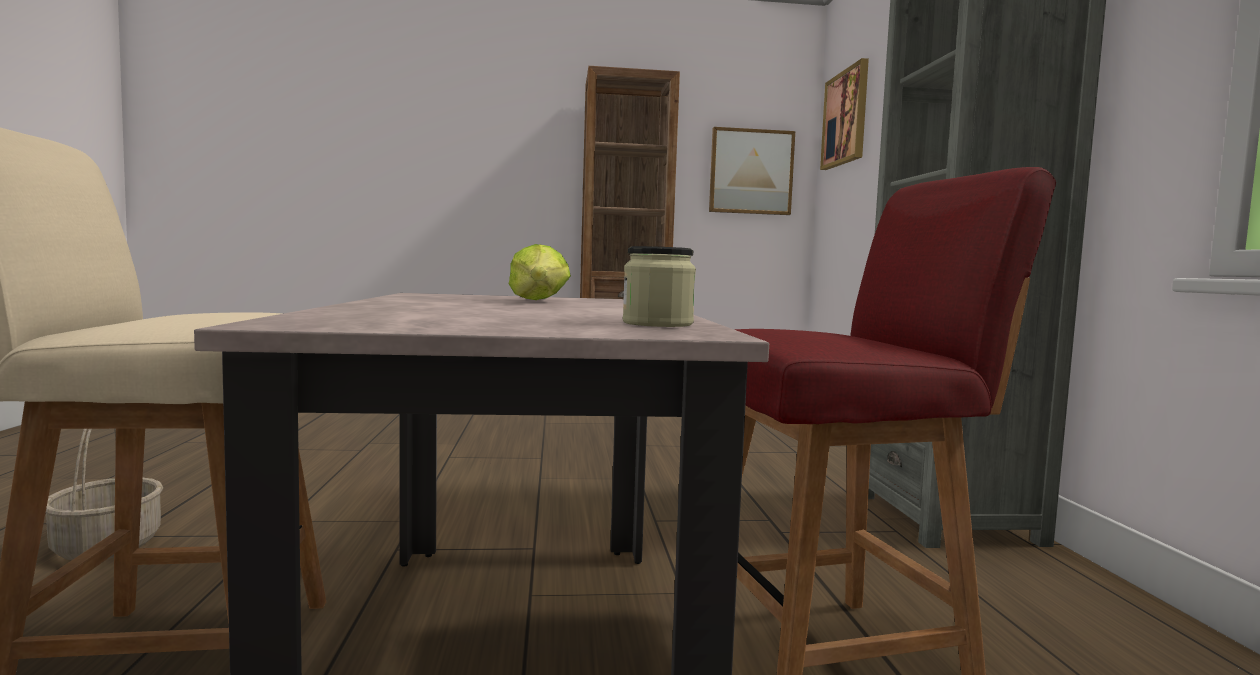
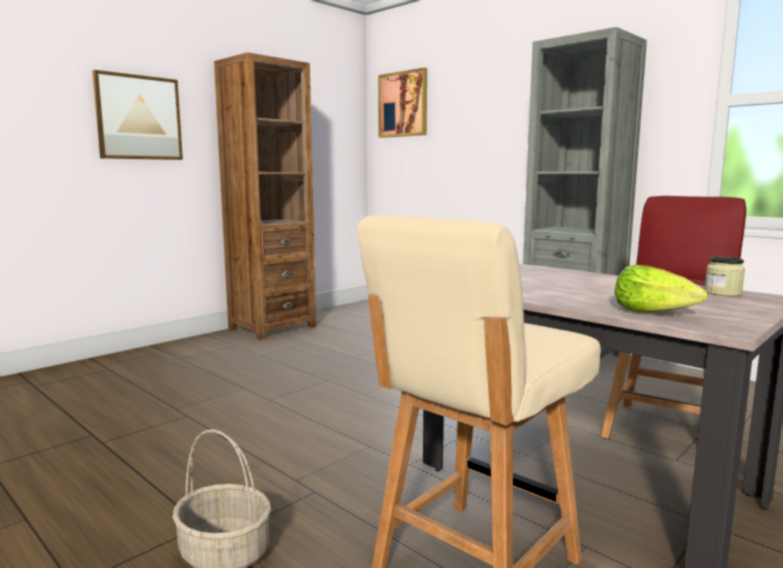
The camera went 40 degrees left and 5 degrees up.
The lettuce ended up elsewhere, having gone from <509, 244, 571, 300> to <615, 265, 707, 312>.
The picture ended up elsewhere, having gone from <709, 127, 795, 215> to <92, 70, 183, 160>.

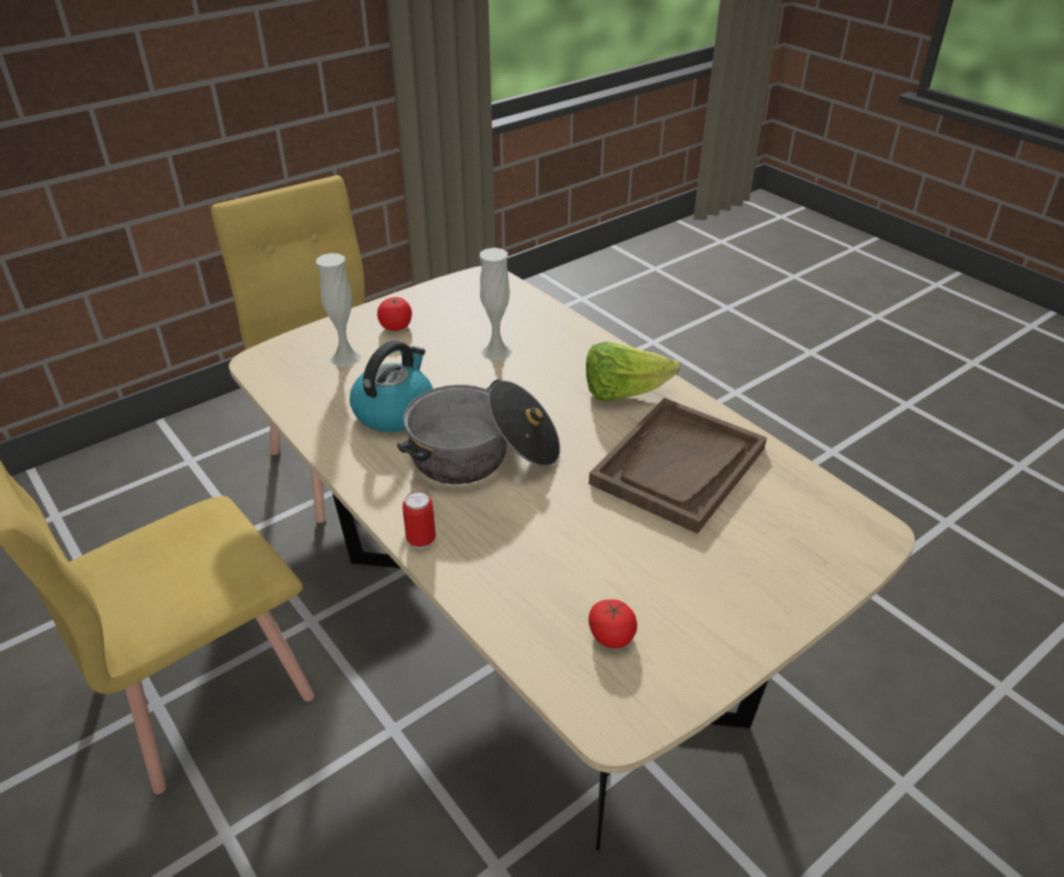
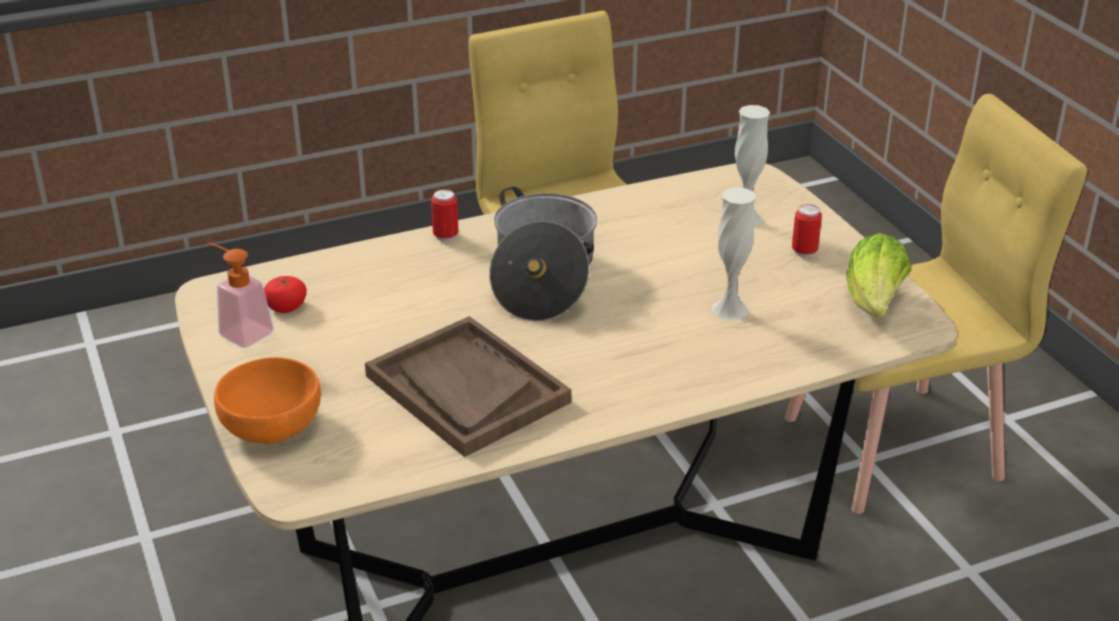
The camera went 105 degrees right and 5 degrees down.
The second view lost the kettle at <350, 340, 433, 432>.
Where the tomato stood at <377, 297, 412, 331>, the can came to stand at <792, 204, 822, 258>.
The lettuce ended up elsewhere, having gone from <586, 342, 680, 401> to <846, 233, 911, 317>.
The second view gained the soap dispenser at <208, 243, 274, 348>.
The second view gained the bowl (orange) at <214, 357, 321, 444>.

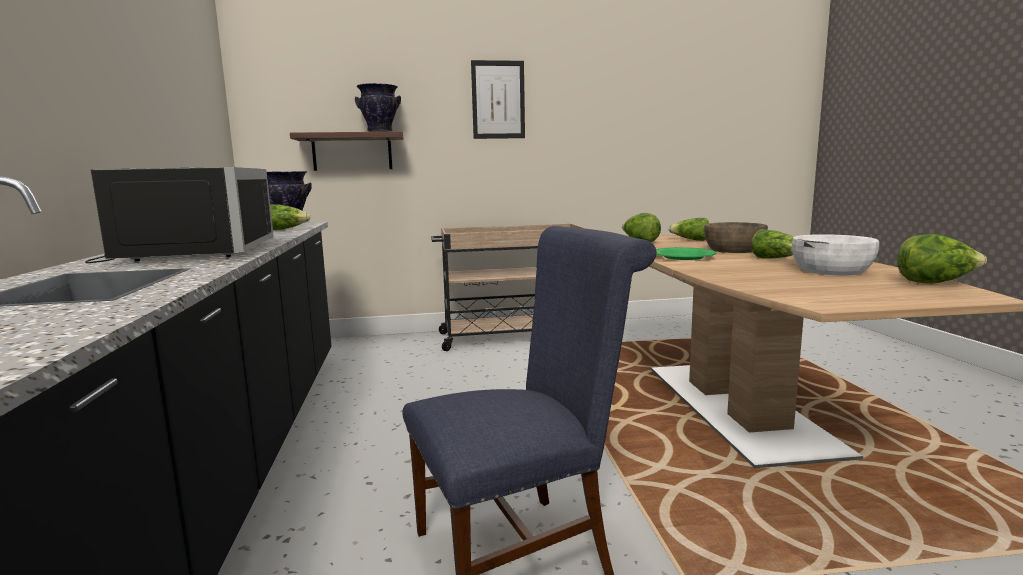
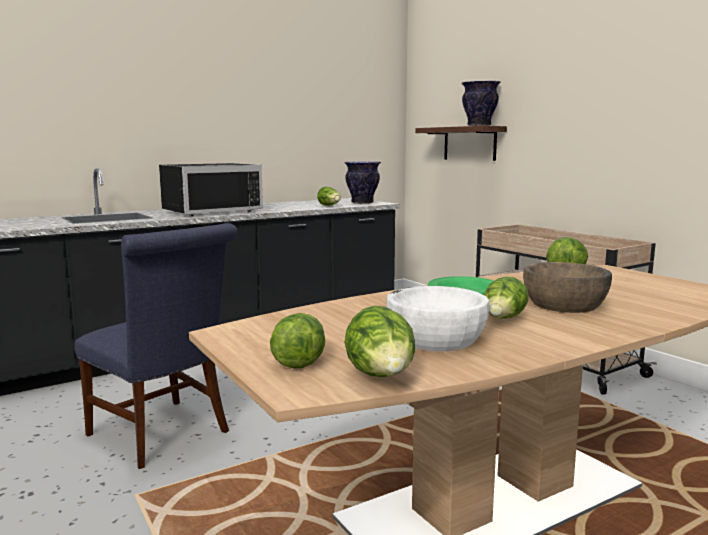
The camera went 65 degrees right and 0 degrees up.
The second view lost the picture at <471, 60, 525, 139>.
The lettuce ended up elsewhere, having gone from <669, 218, 709, 241> to <270, 313, 325, 368>.

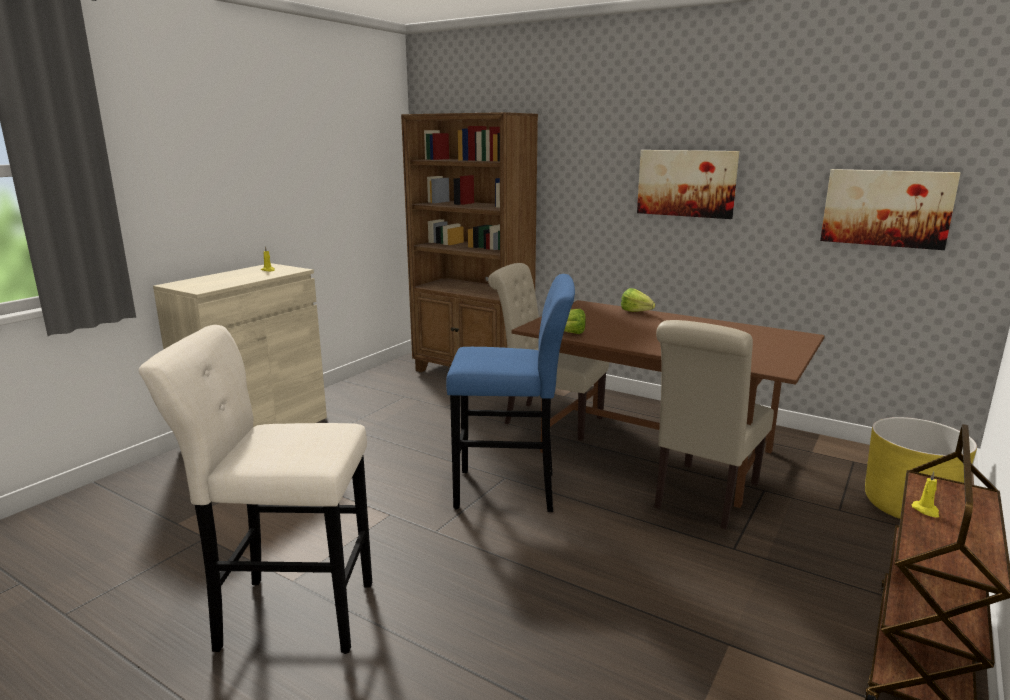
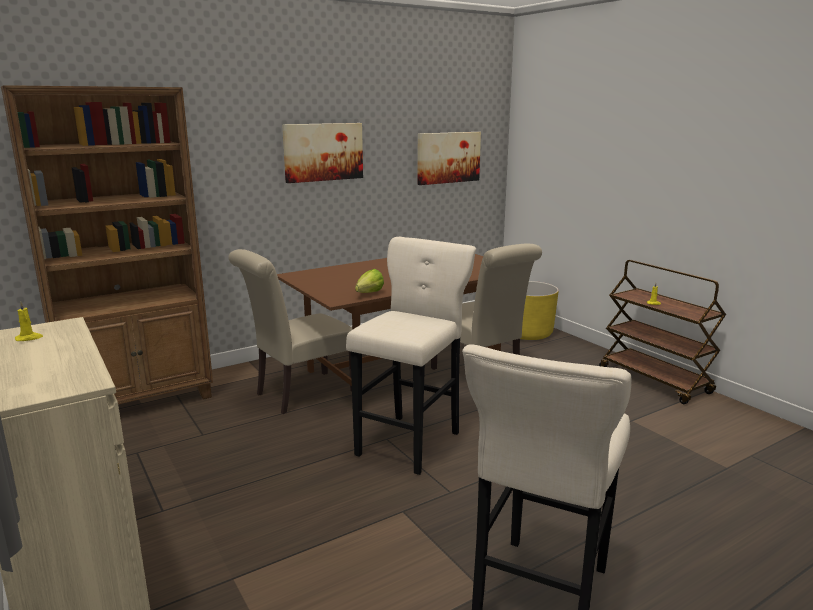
The camera went 65 degrees left and 0 degrees up.
What was the stool (blue) at <446, 274, 575, 512> turned into the stool (beige) at <346, 237, 476, 475>.
The second view lost the lettuce at <621, 288, 655, 312>.

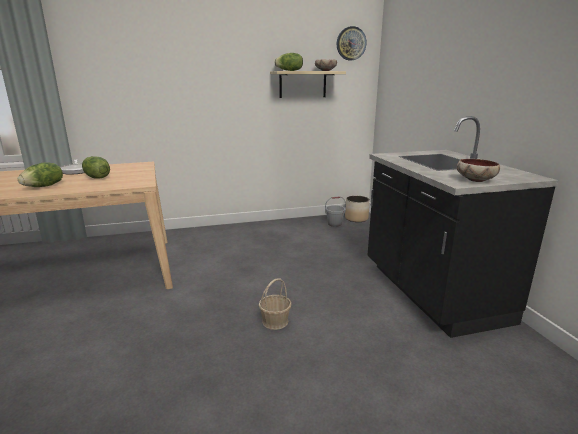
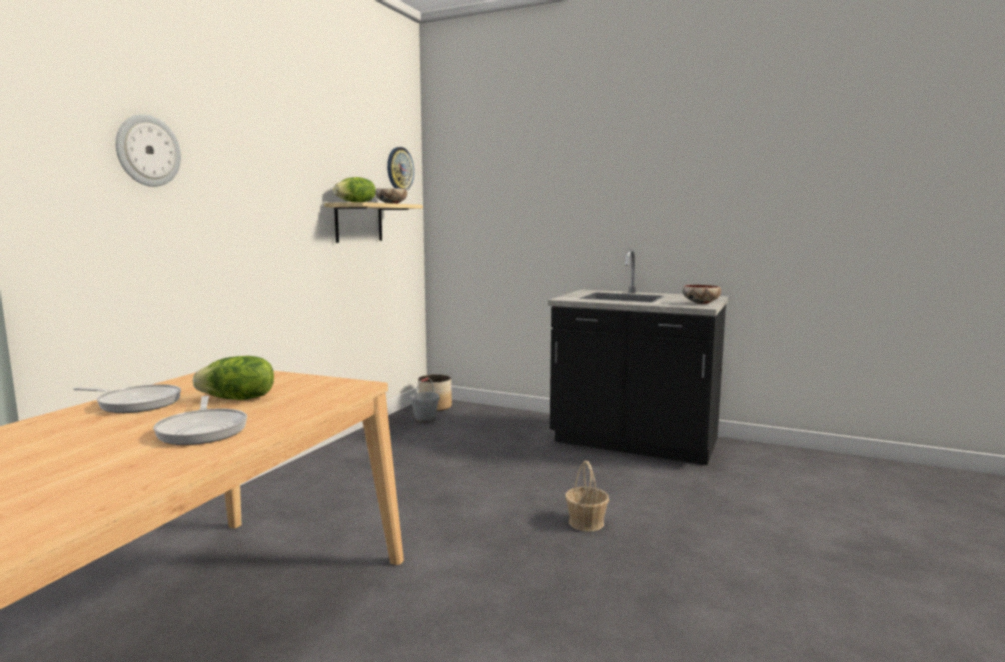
The camera went 50 degrees left and 10 degrees down.
Where the lettuce stood at <18, 162, 63, 187>, the frying pan came to stand at <153, 396, 247, 445>.
The second view gained the wall clock at <116, 114, 181, 187>.

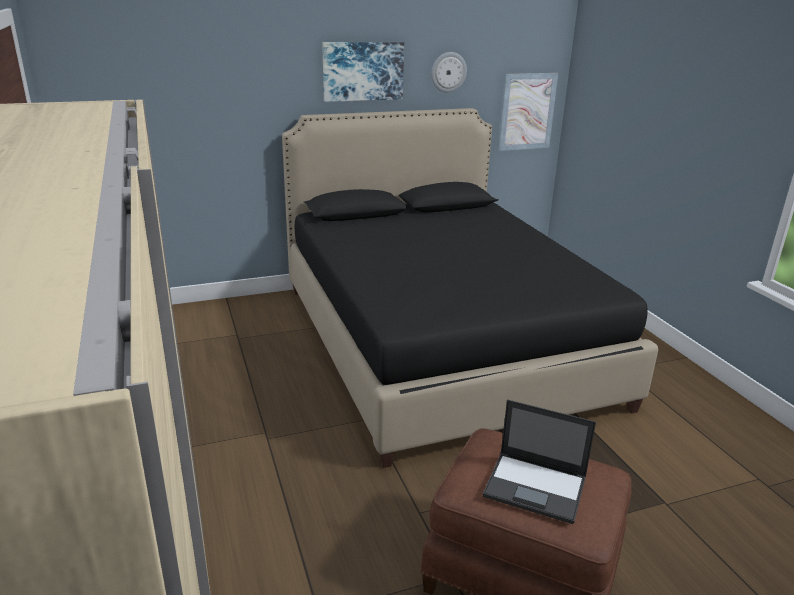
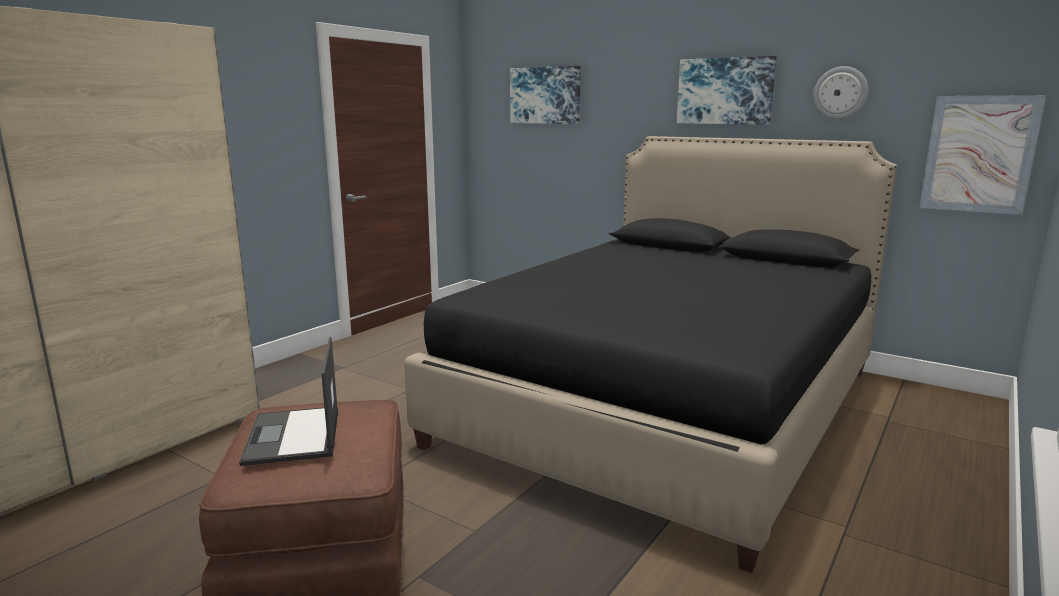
The camera went 55 degrees right and 10 degrees down.
The second view gained the picture at <510, 66, 581, 124>.

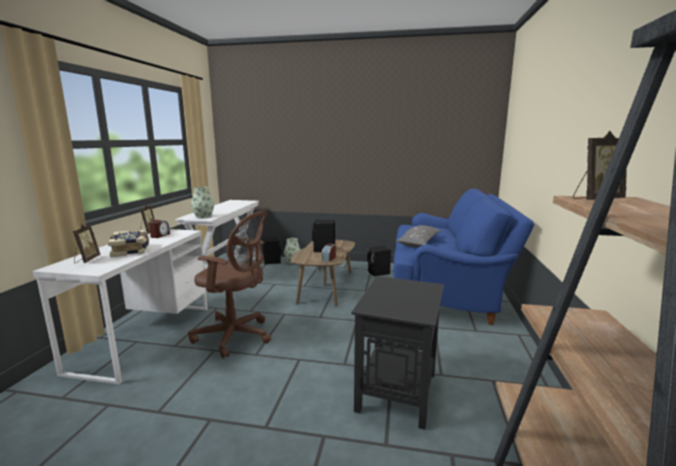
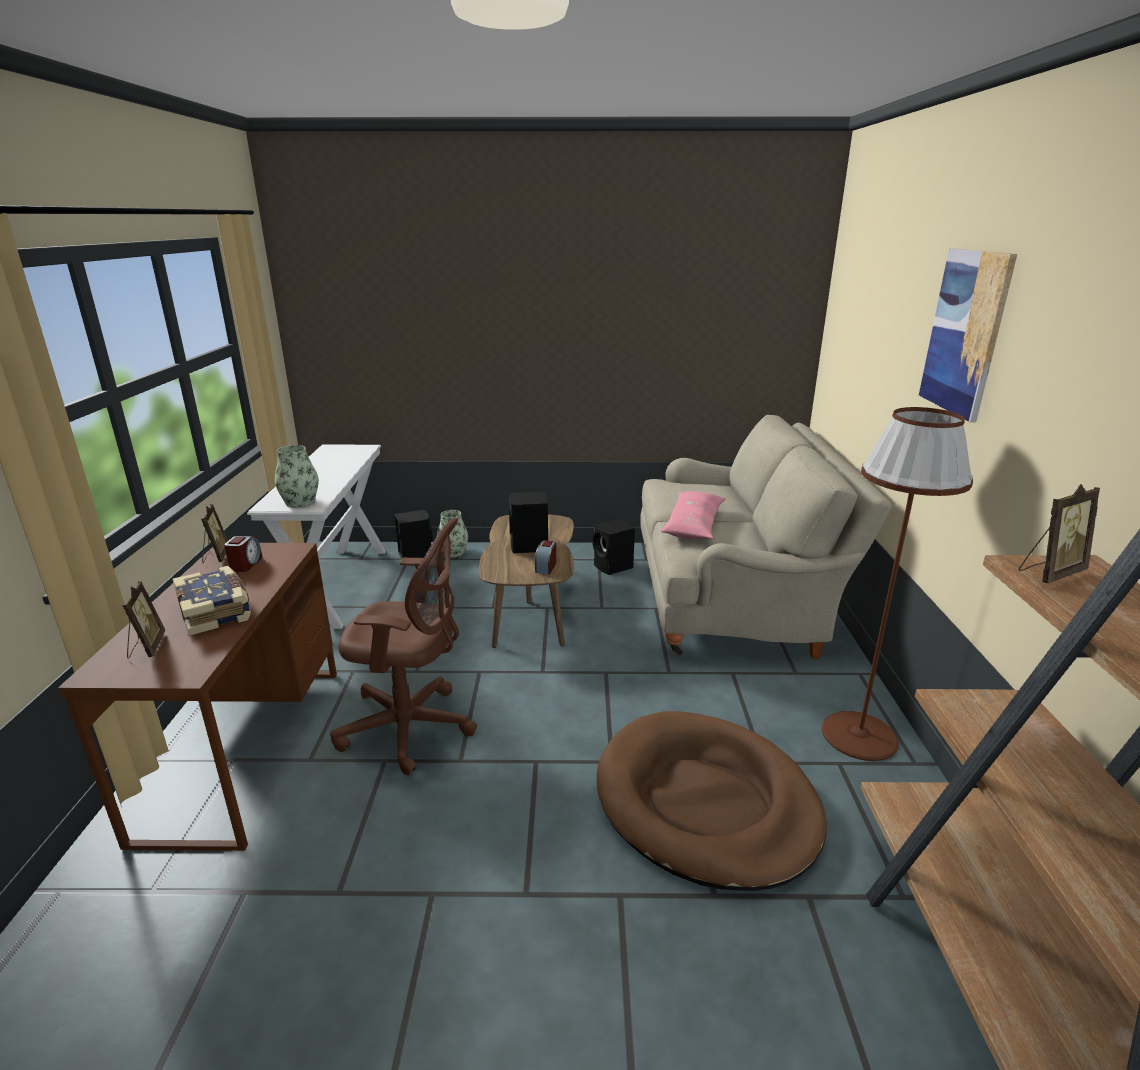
The camera went 10 degrees left and 10 degrees up.
What was the desk (white) at <33, 229, 208, 384> turned into the desk (brown) at <58, 543, 337, 851>.
Where the side table (black) stood at <351, 276, 444, 430>, the dog bed (brown) came to stand at <597, 711, 827, 891>.
What was the sofa (blue) at <393, 189, 534, 325> turned into the sofa (beige) at <640, 415, 892, 659>.
What was the pillow (grey) at <396, 225, 441, 247> turned into the pillow (pink) at <661, 491, 726, 540>.
The second view gained the floor lamp (brown) at <822, 407, 973, 761>.
The second view gained the picture at <919, 249, 1017, 423>.

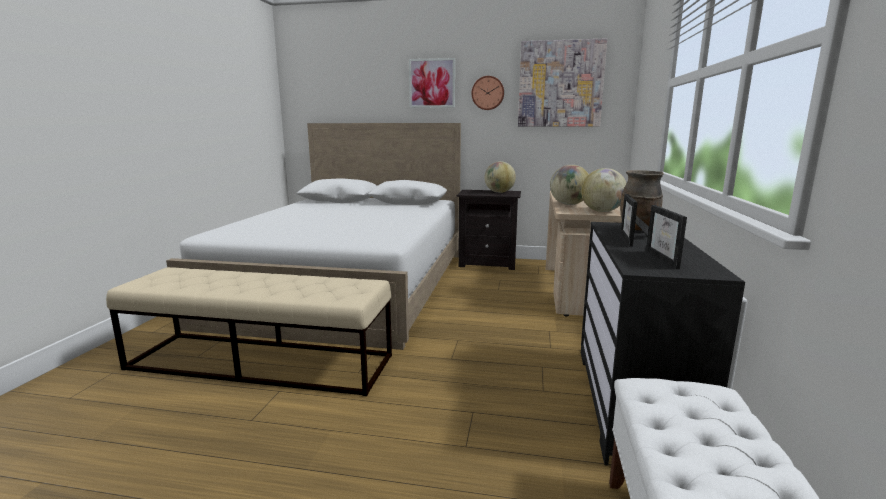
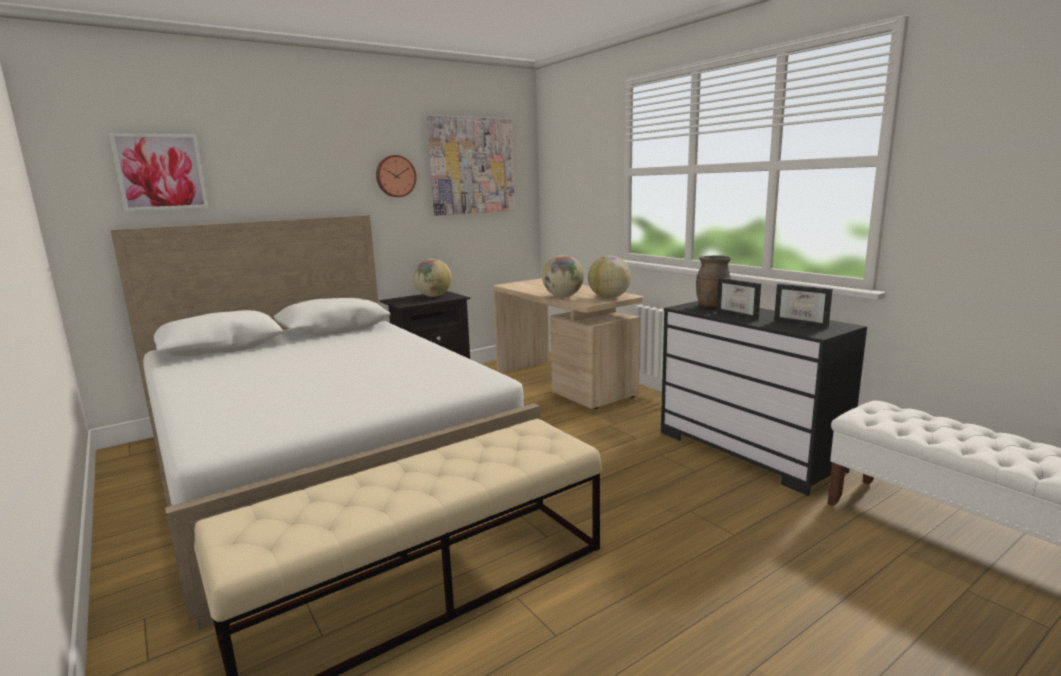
The camera went 45 degrees left and 0 degrees up.
The picture ended up elsewhere, having gone from <409, 58, 455, 108> to <109, 133, 208, 211>.

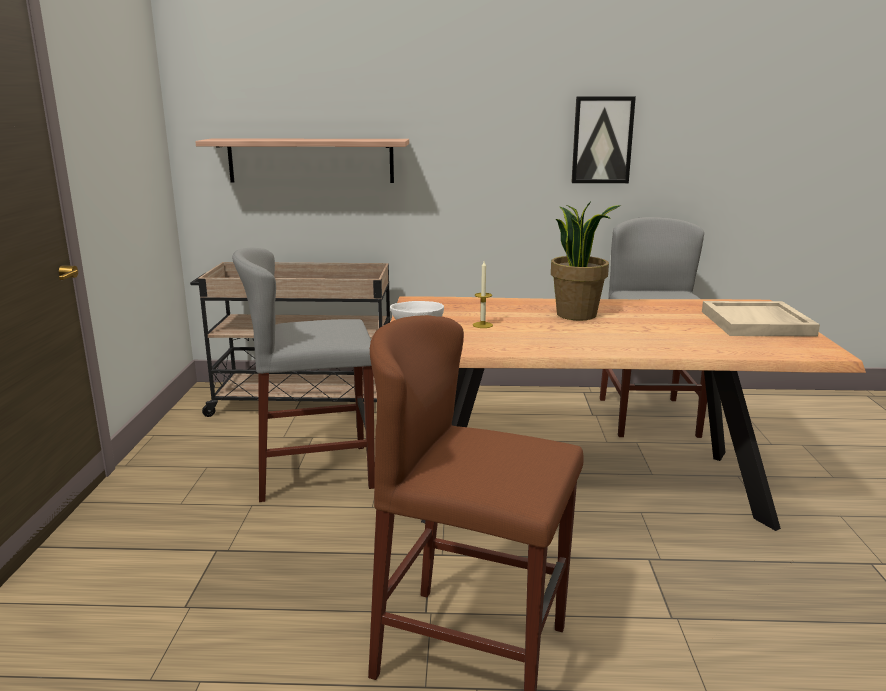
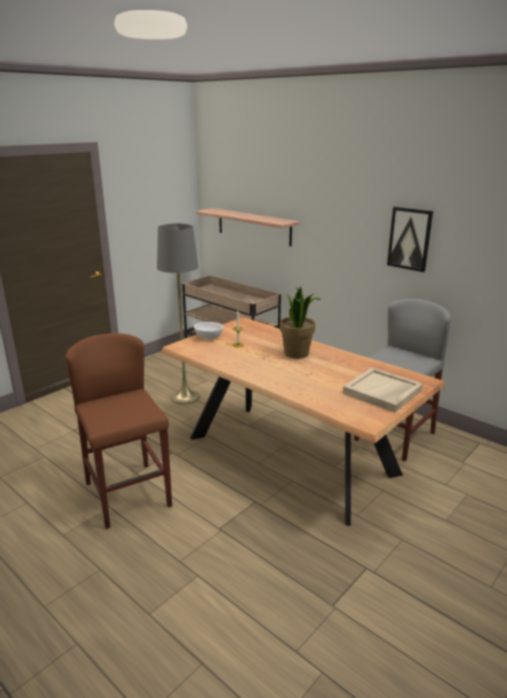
The camera went 40 degrees right and 5 degrees up.
Where the stool (grey) stood at <232, 248, 375, 502>, the floor lamp (grey) came to stand at <157, 223, 200, 404>.

